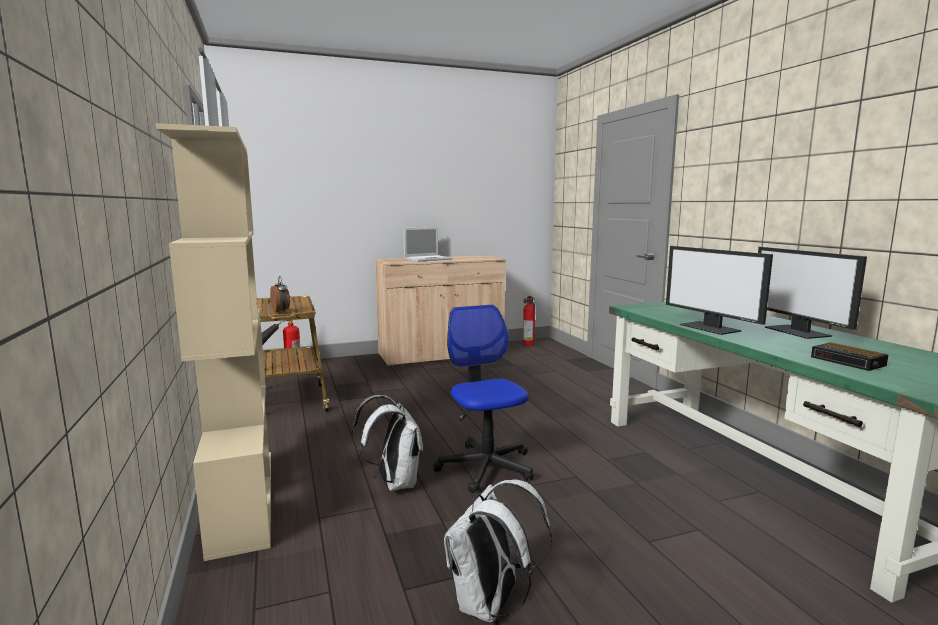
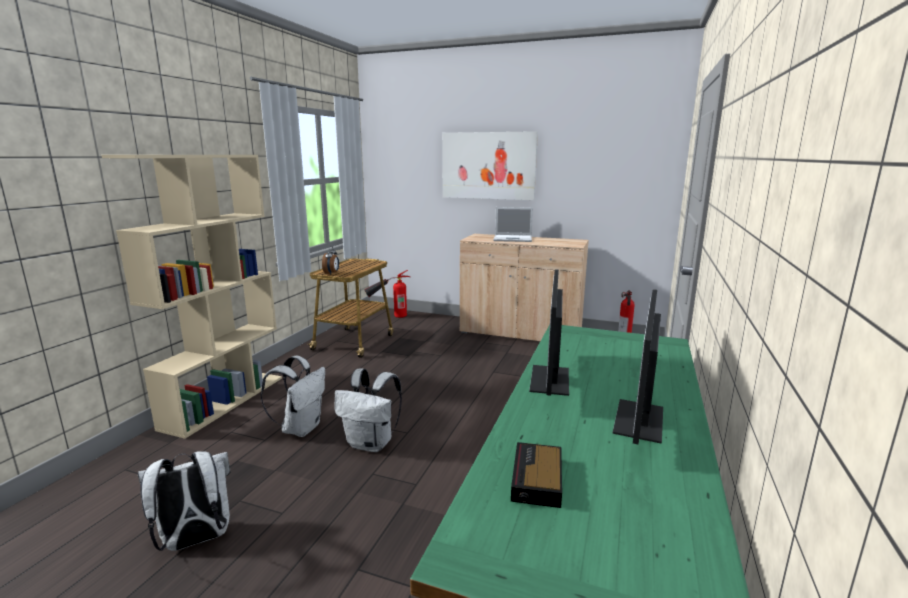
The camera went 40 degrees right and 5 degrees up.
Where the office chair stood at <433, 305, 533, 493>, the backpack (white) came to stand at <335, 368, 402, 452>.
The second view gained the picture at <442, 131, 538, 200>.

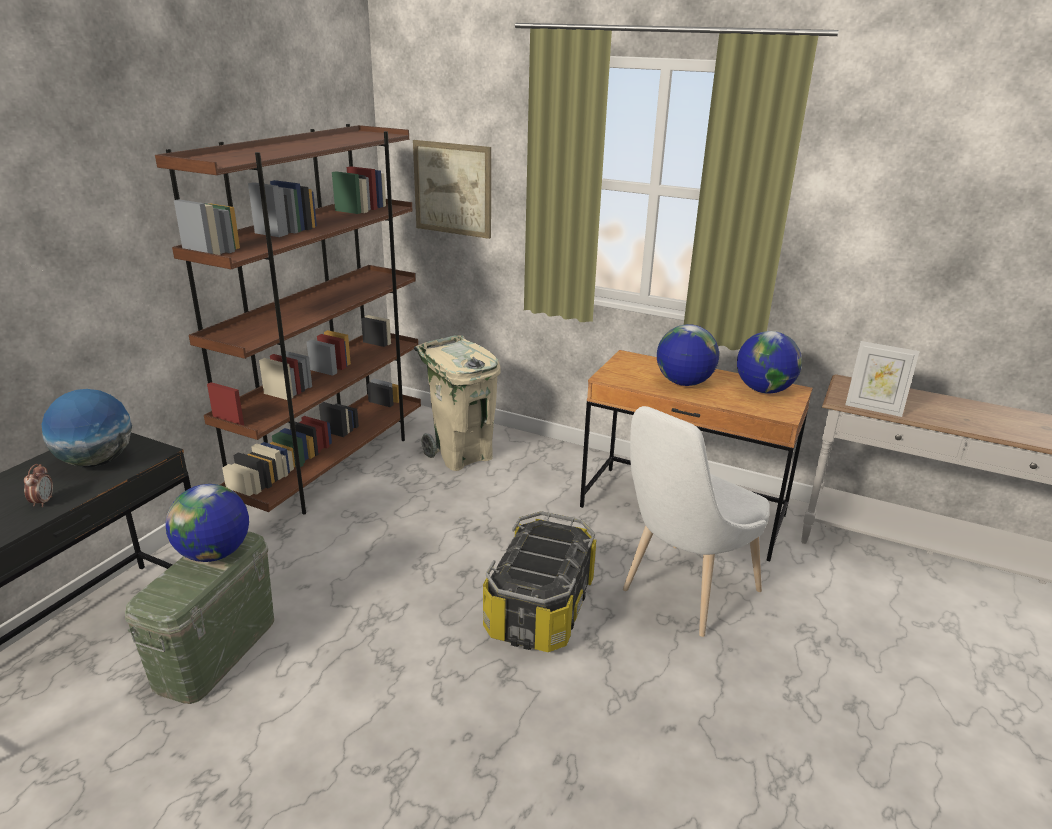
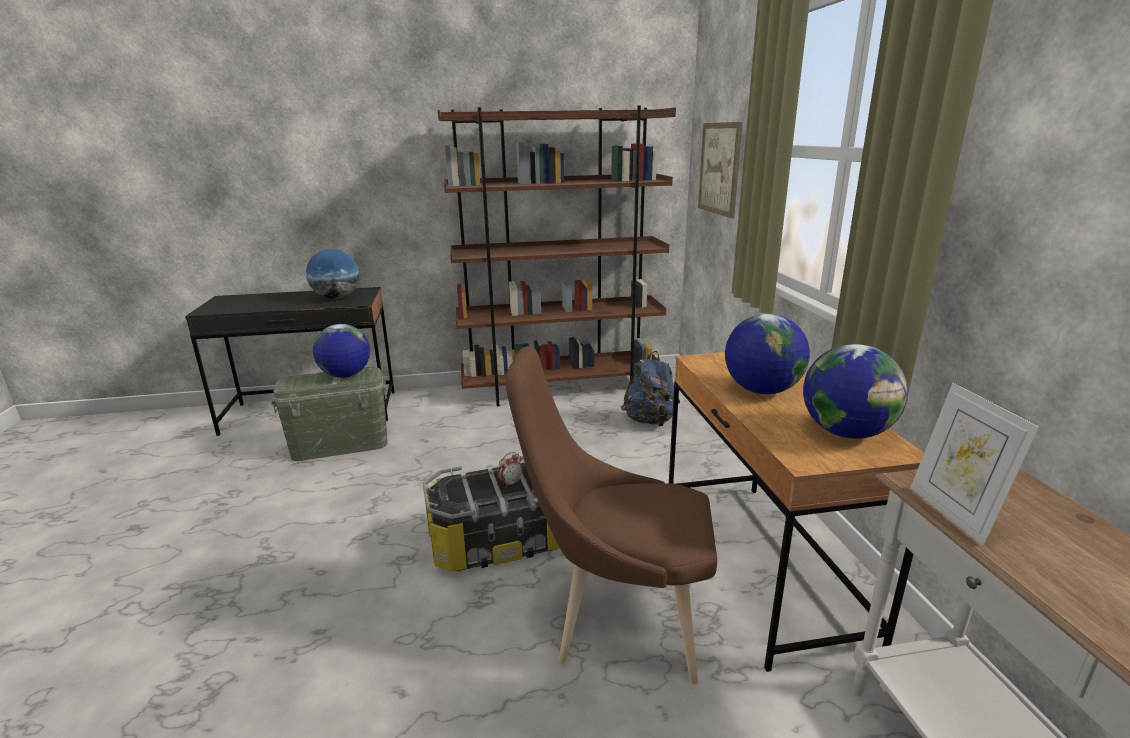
The camera went 55 degrees right and 5 degrees down.
The alarm clock ended up elsewhere, having gone from <24, 464, 53, 507> to <497, 452, 523, 488>.
Where the trash can (beige) stood at <414, 335, 501, 471>, the backpack (blue) came to stand at <621, 351, 680, 427>.
What was the chair (white) at <623, 406, 769, 637> turned into the chair (brown) at <506, 346, 717, 685>.

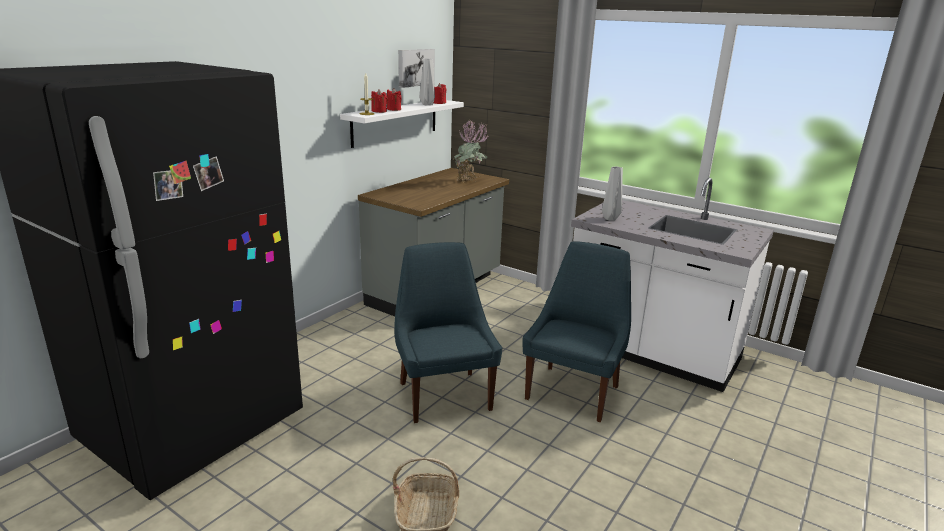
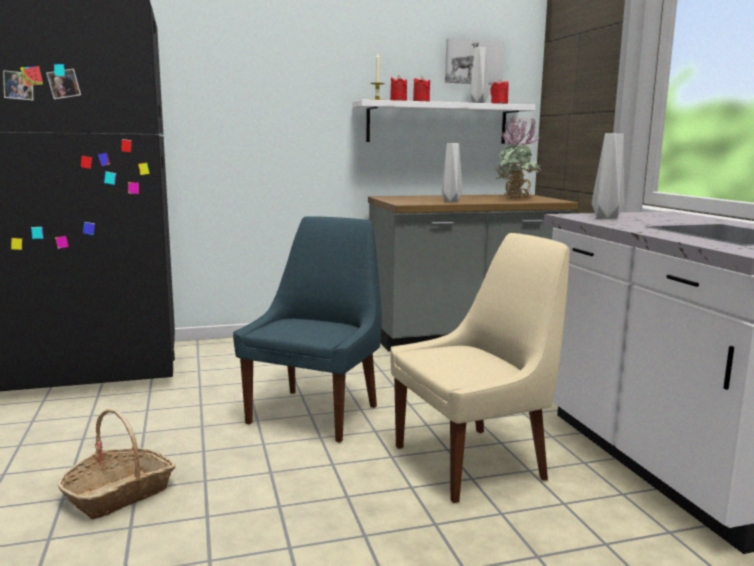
The camera went 40 degrees right and 10 degrees down.
What was the chair (blue) at <522, 241, 631, 422> turned into the chair (beige) at <390, 233, 570, 503>.
The second view gained the vase (grey) at <442, 143, 463, 202>.

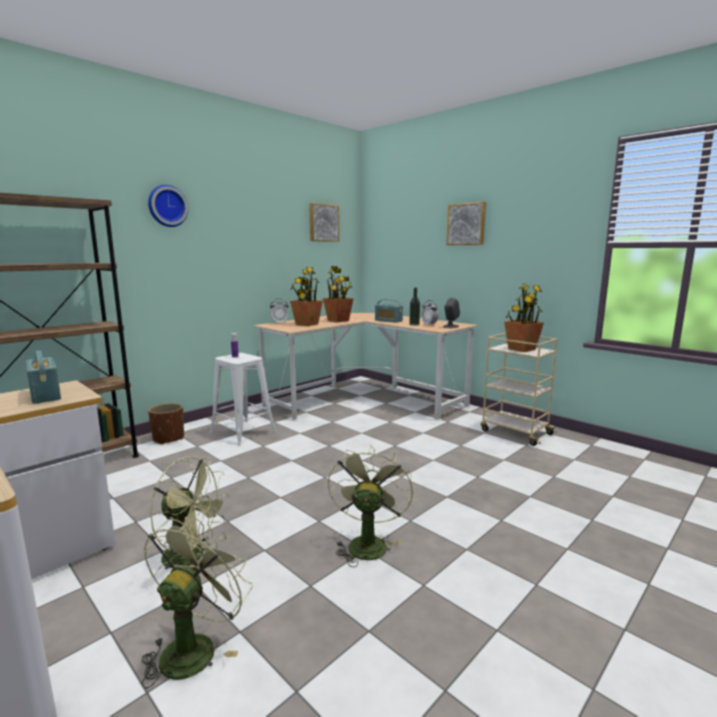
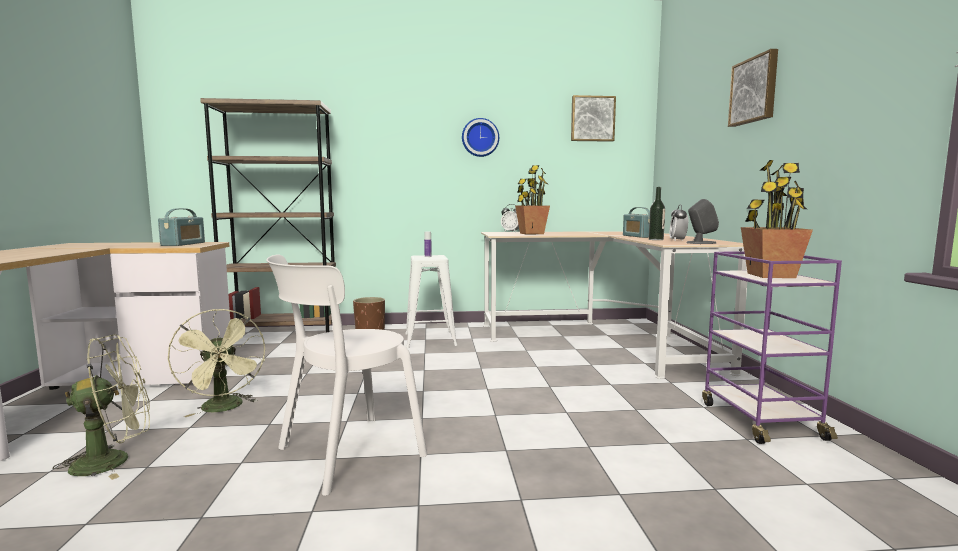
The camera went 40 degrees right and 5 degrees down.
The wall clock ended up elsewhere, having gone from <148, 185, 188, 227> to <462, 118, 499, 157>.
The second view lost the potted plant at <323, 266, 354, 322>.
Where the fan (green) stood at <328, 445, 413, 567>, the chair (white) came to stand at <266, 254, 427, 496>.
What was the cart (beige) at <481, 332, 557, 446> turned into the cart (purple) at <702, 251, 842, 444>.

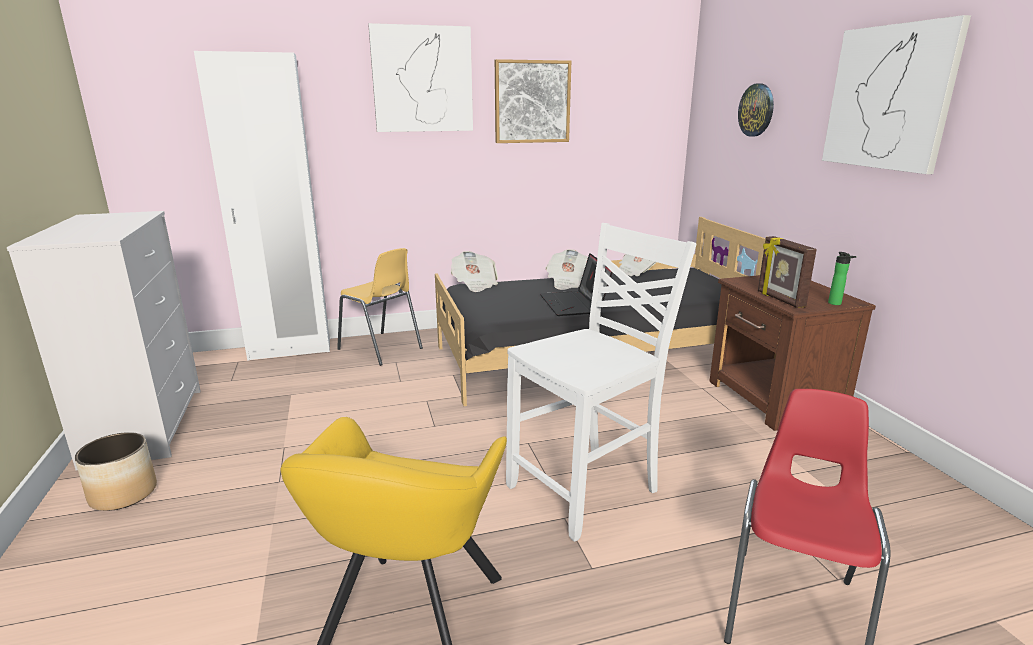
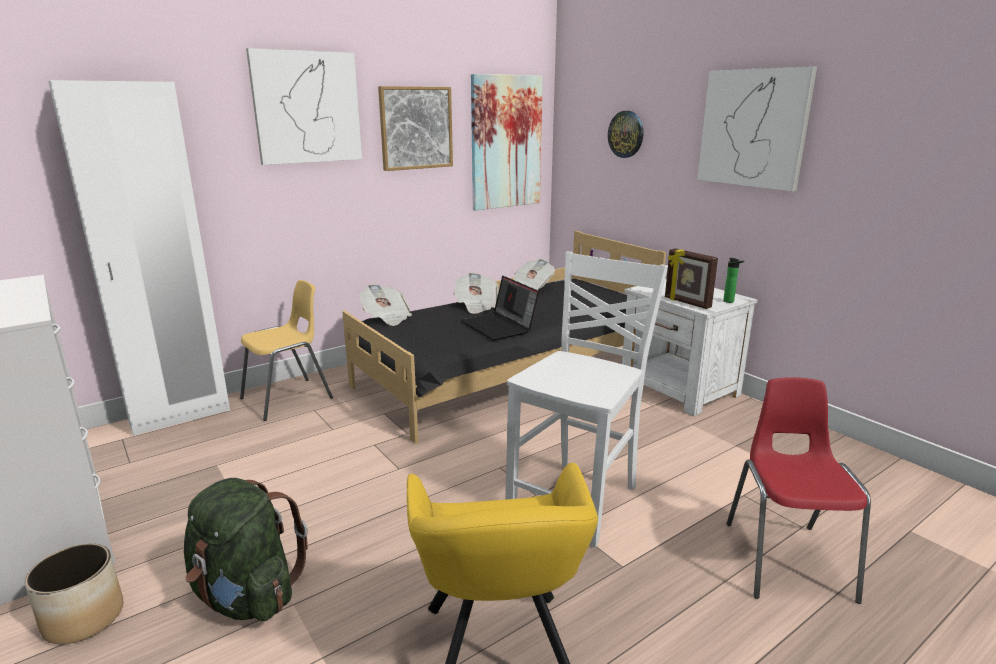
The camera went 20 degrees left and 0 degrees up.
The chair (yellow) at <337, 248, 423, 366> ended up facing another way, 60 degrees counterclockwise from before.
What was the nightstand (brown) at <709, 275, 876, 431> turned into the nightstand (white) at <622, 279, 758, 416>.
The second view gained the backpack (green) at <184, 478, 308, 621>.
The second view gained the picture at <471, 74, 543, 211>.

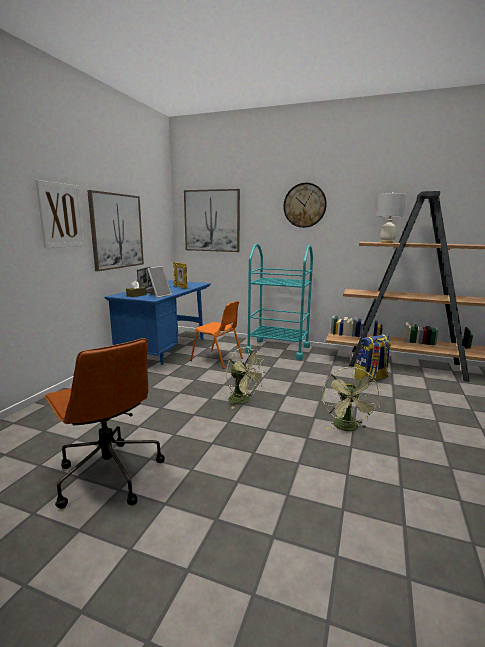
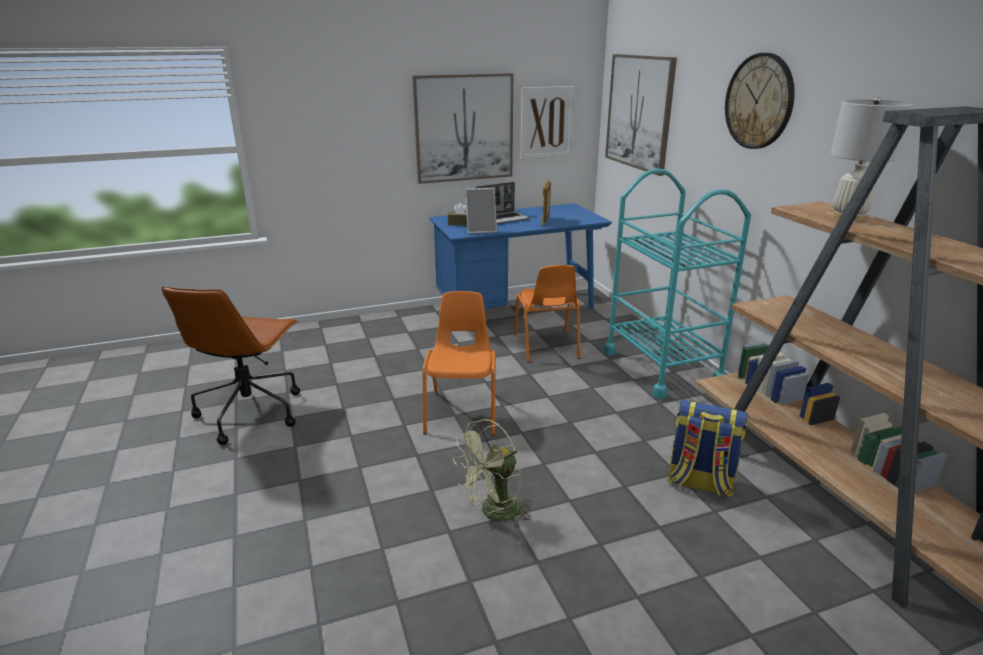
The camera went 50 degrees right and 10 degrees up.
The picture ended up elsewhere, having gone from <36, 180, 85, 248> to <520, 86, 575, 160>.
Where the fan (green) stood at <226, 347, 265, 409>, the chair (orange) came to stand at <423, 291, 496, 435>.

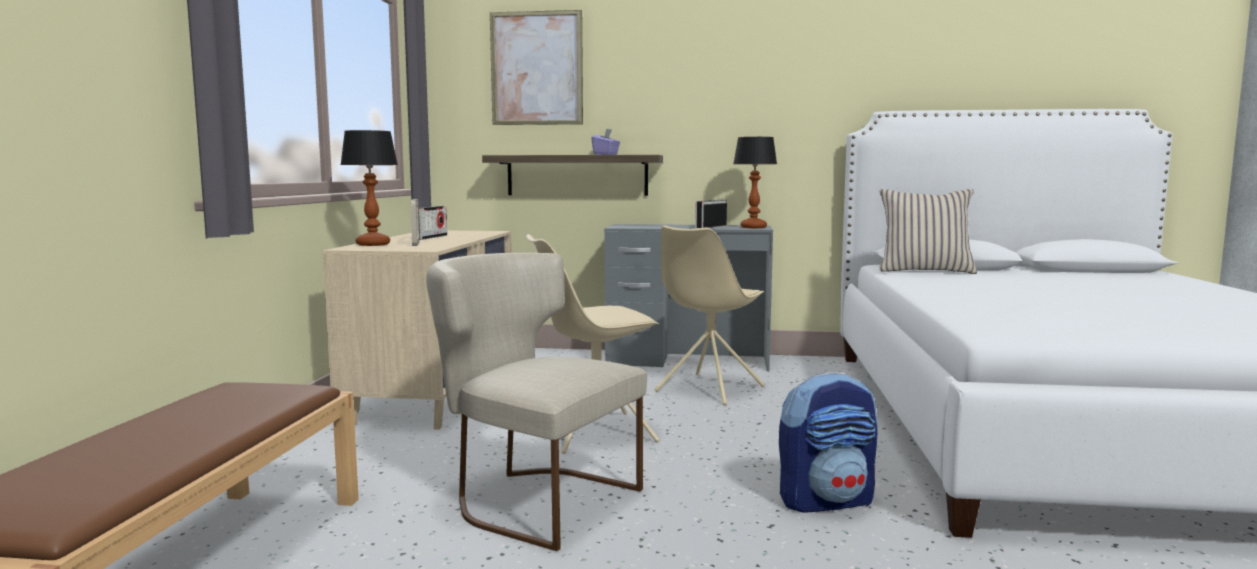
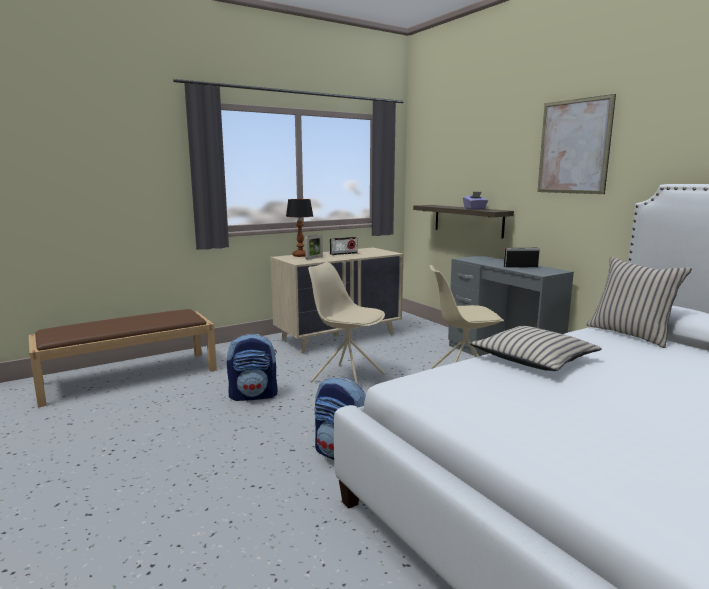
The camera went 50 degrees right and 5 degrees up.
Where the chair (beige) stood at <426, 253, 647, 551>, the backpack came to stand at <227, 334, 278, 401>.
The picture ended up elsewhere, having gone from <490, 10, 583, 125> to <537, 94, 616, 194>.
The second view lost the table lamp at <733, 137, 777, 228>.
The second view gained the pillow (beige) at <470, 326, 602, 371>.

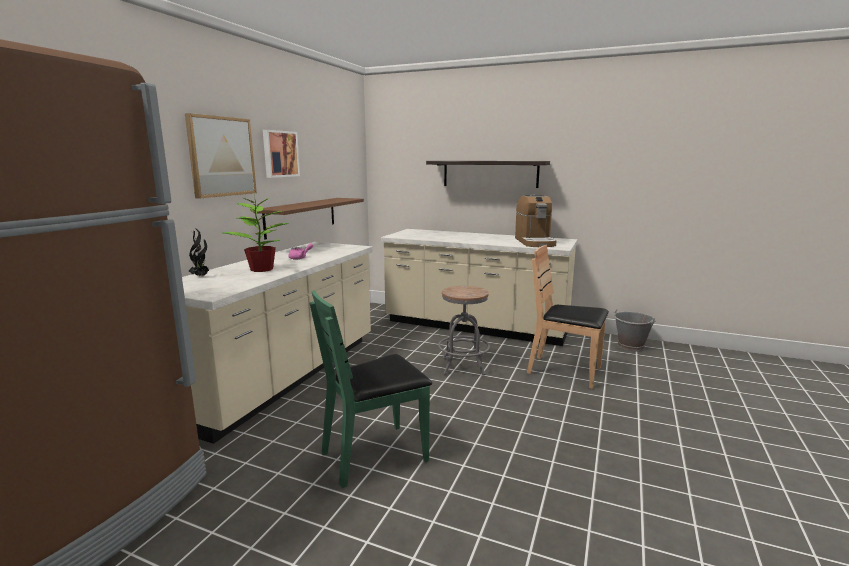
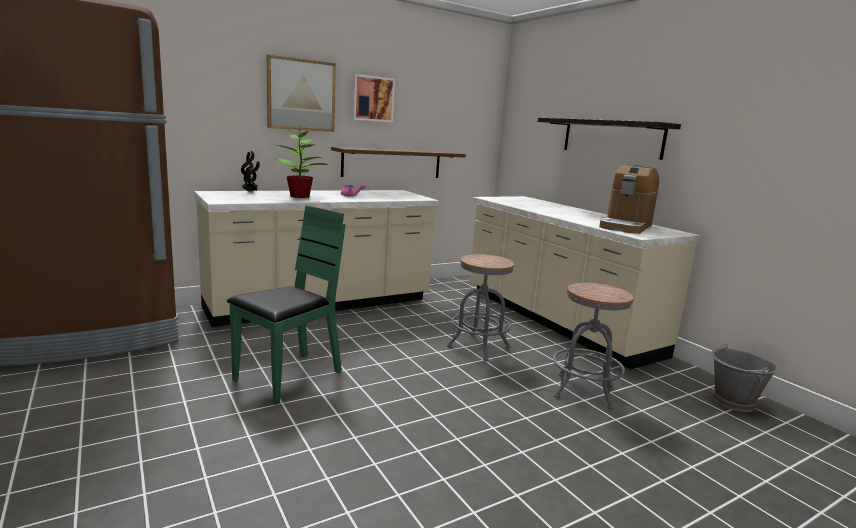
The camera went 35 degrees right and 0 degrees up.
The chair (green) at <309, 290, 432, 488> ended up facing another way, 120 degrees clockwise from before.
Where the chair (brown) stood at <527, 245, 609, 389>, the stool (grey) came to stand at <553, 283, 634, 410>.

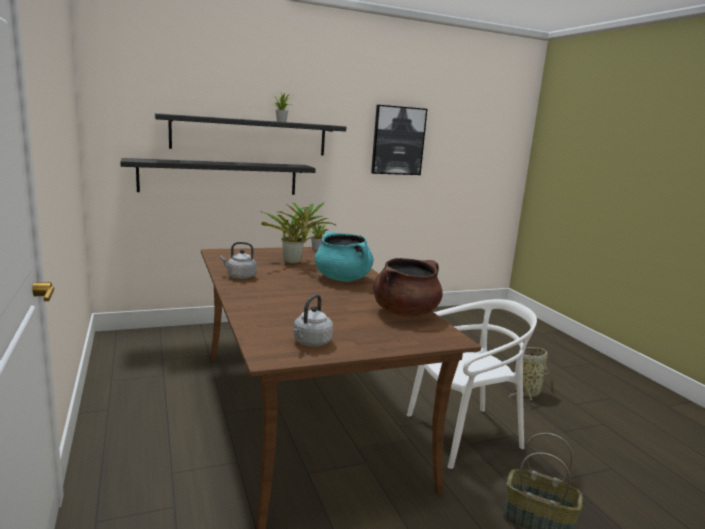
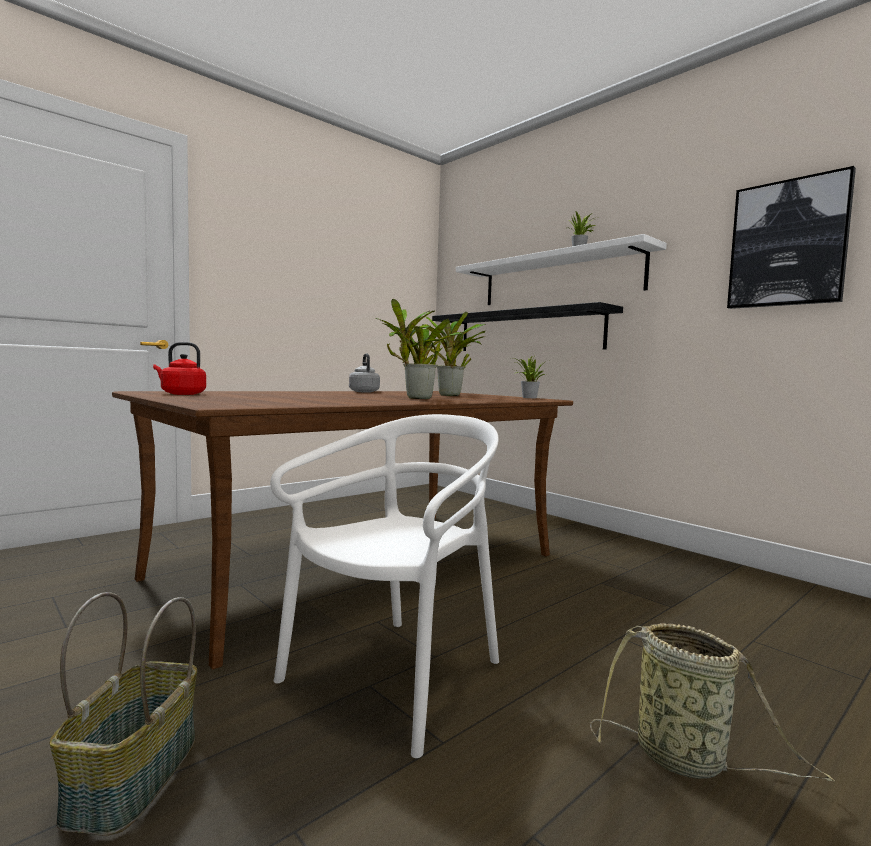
The camera went 70 degrees right and 10 degrees down.
What was the shelf (black) at <155, 113, 346, 156> turned into the shelf (white) at <456, 234, 667, 305>.
What was the kettle (grey) at <293, 294, 333, 347> turned into the kettle (red) at <153, 342, 206, 395>.
Where the cooking pot (turquoise) stood at <315, 232, 374, 282>, the potted plant came to stand at <376, 299, 463, 399>.
The second view lost the cooking pot (brown) at <373, 258, 443, 317>.
The chair (white) at <407, 299, 537, 469> ended up facing another way, 105 degrees counterclockwise from before.

